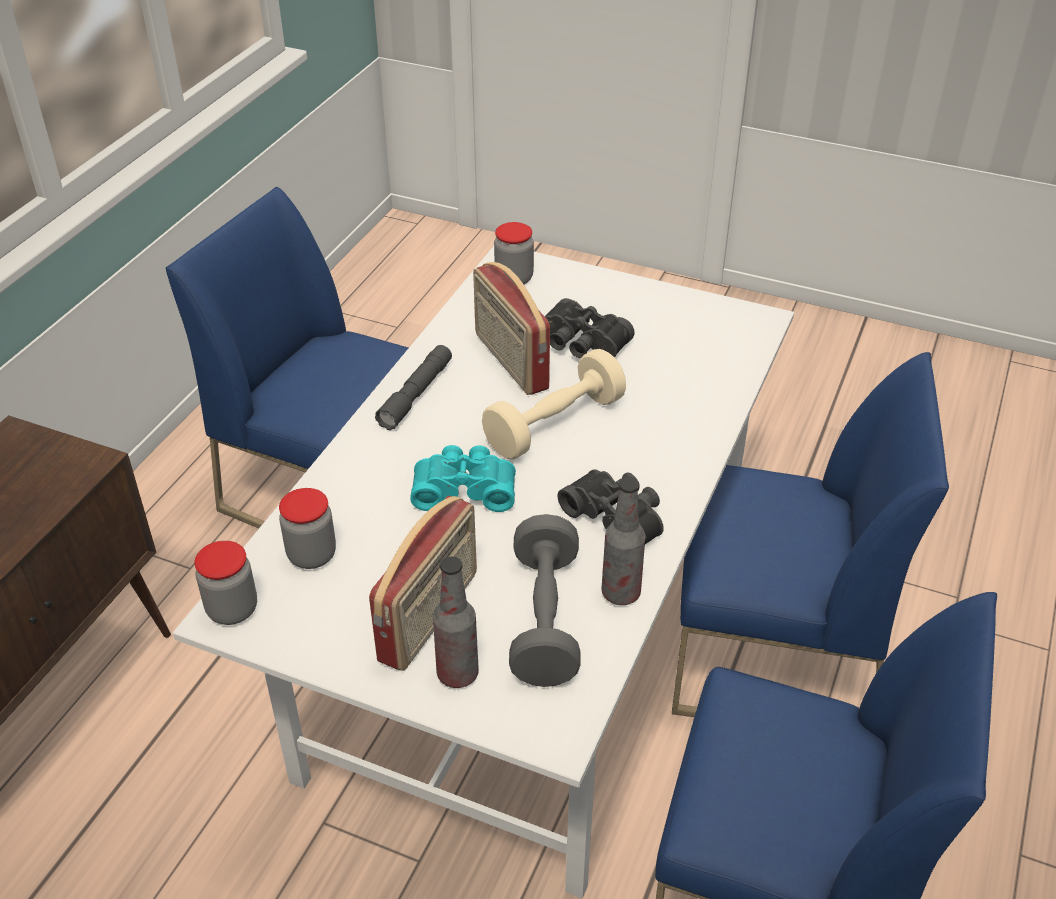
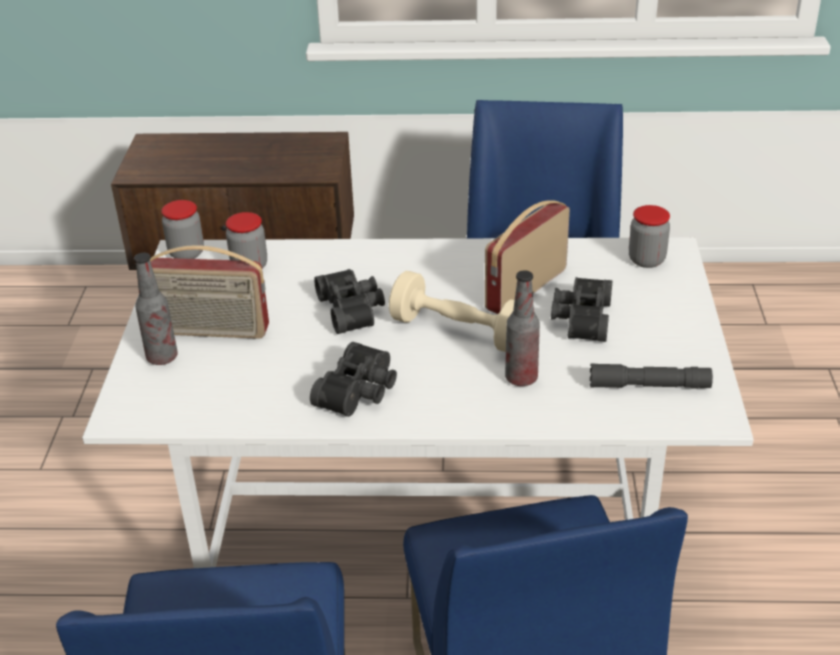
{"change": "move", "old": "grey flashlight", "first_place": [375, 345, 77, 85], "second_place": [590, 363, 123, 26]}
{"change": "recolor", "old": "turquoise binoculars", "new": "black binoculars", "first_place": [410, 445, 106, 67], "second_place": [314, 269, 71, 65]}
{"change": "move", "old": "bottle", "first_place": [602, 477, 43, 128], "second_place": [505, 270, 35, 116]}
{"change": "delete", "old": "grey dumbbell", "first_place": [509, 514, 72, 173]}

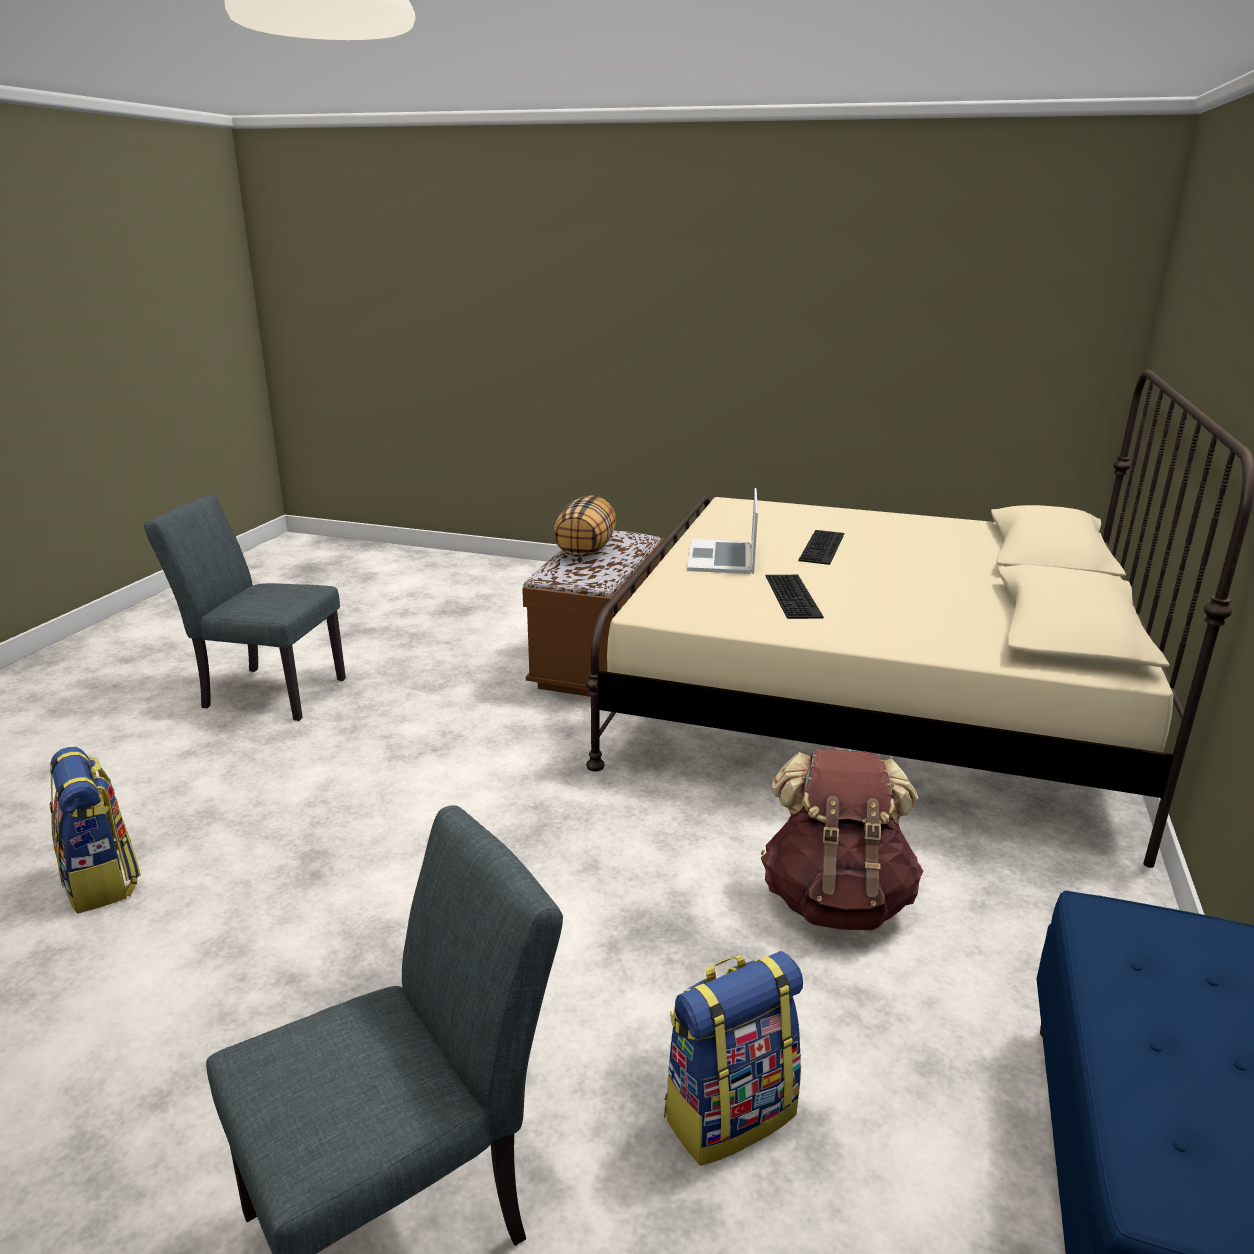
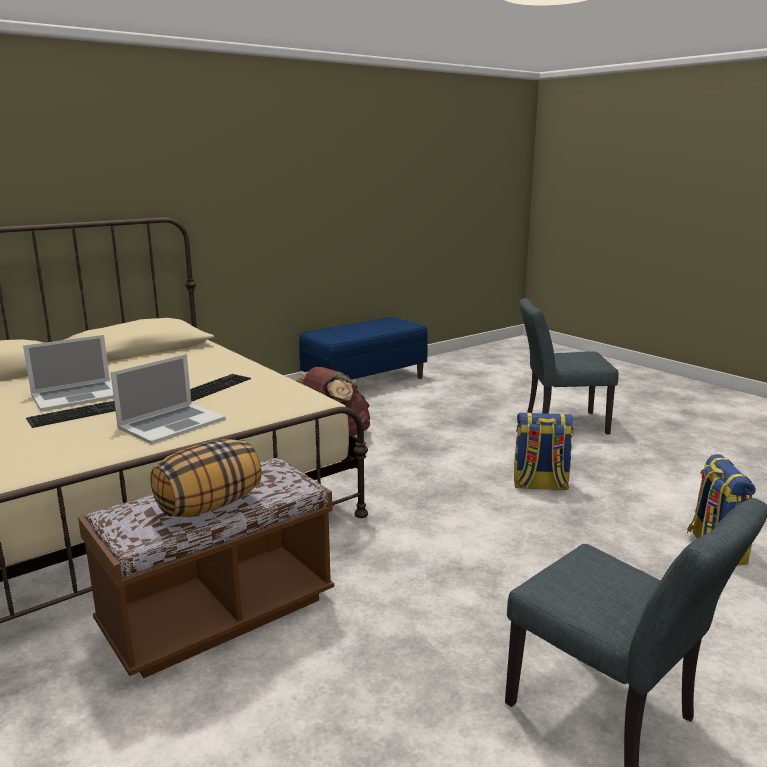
{"change": "move", "old": "backpack", "first_place": [664, 951, 139, 215], "second_place": [514, 413, 60, 77]}
{"change": "insert", "new": "laptop", "second_place": [23, 335, 91, 77]}

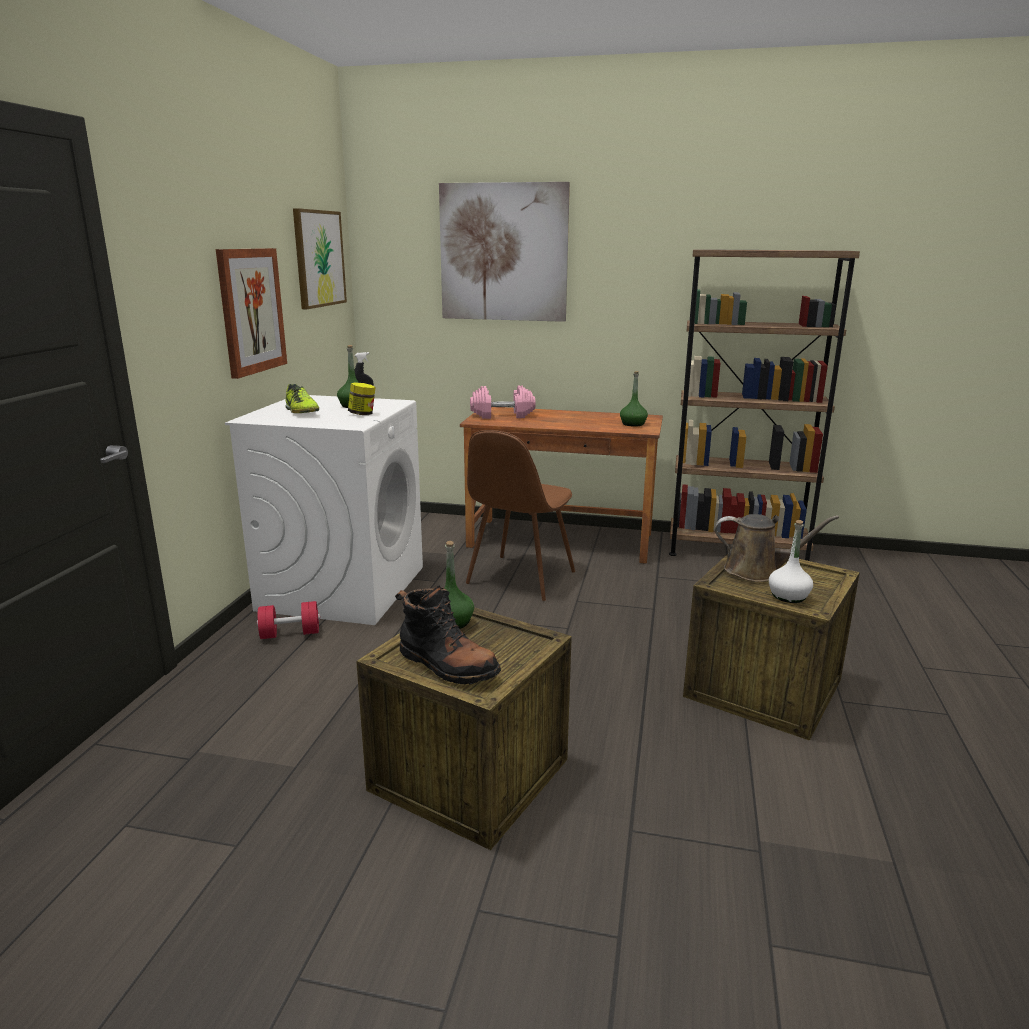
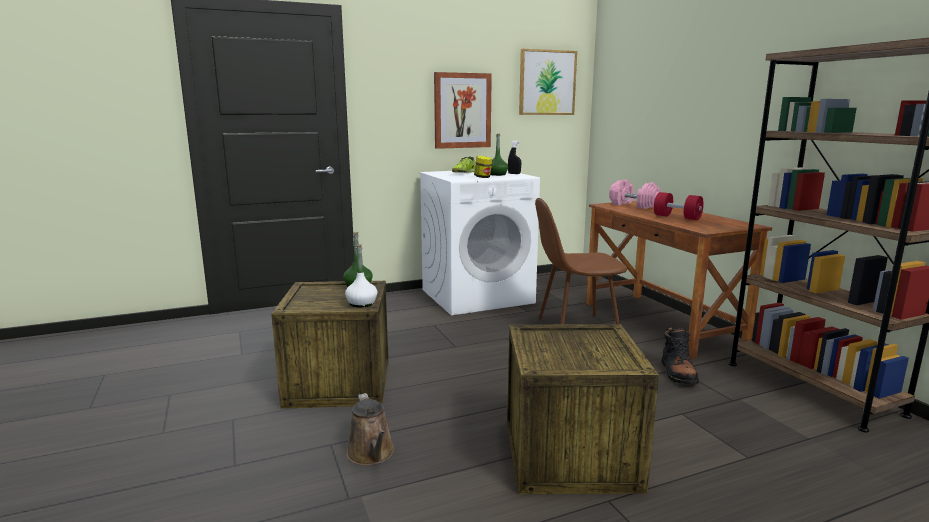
{"change": "delete", "old": "picture", "first_place": [439, 182, 131, 140]}
{"change": "delete", "old": "green bottle", "first_place": [620, 371, 28, 56]}
{"change": "move", "old": "brown watering can", "first_place": [715, 514, 124, 68], "second_place": [346, 393, 48, 73]}
{"change": "move", "old": "white bottle", "first_place": [769, 520, 44, 83], "second_place": [345, 244, 33, 63]}
{"change": "move", "old": "black boot", "first_place": [395, 585, 106, 99], "second_place": [661, 328, 38, 56]}
{"change": "move", "old": "red dumbbell", "first_place": [257, 601, 63, 38], "second_place": [654, 192, 50, 28]}

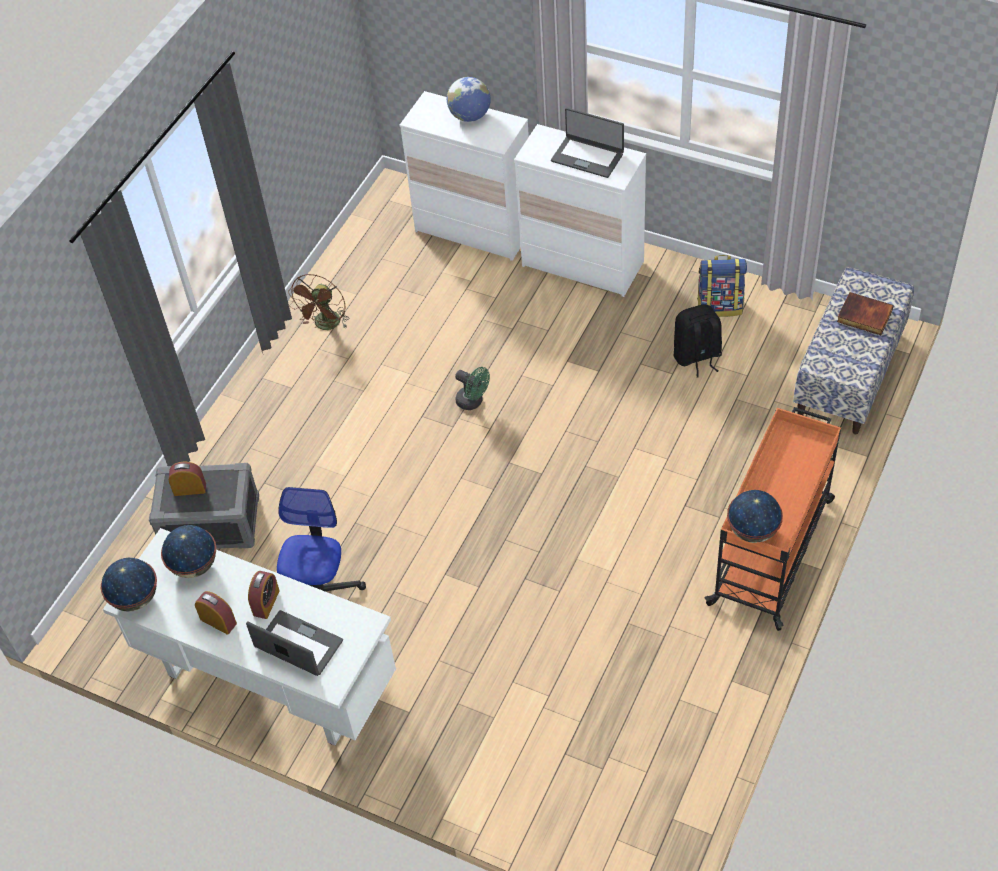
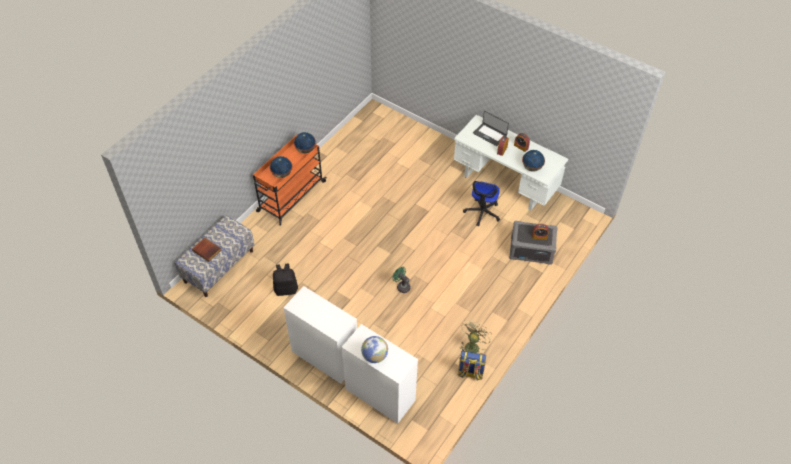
{"change": "delete", "old": "laptop", "first_place": [551, 108, 73, 70]}
{"change": "move", "old": "backpack", "first_place": [697, 255, 50, 62], "second_place": [458, 351, 29, 30]}
{"change": "recolor", "old": "brown fan", "new": "green fan", "first_place": [288, 274, 62, 56], "second_place": [460, 320, 32, 33]}
{"change": "move", "old": "globe", "first_place": [101, 558, 56, 54], "second_place": [270, 156, 22, 22]}

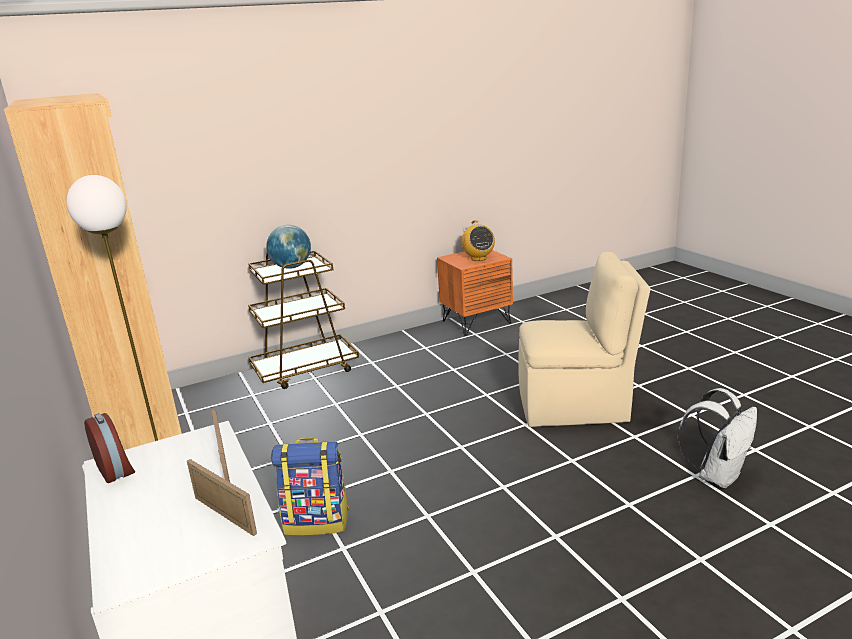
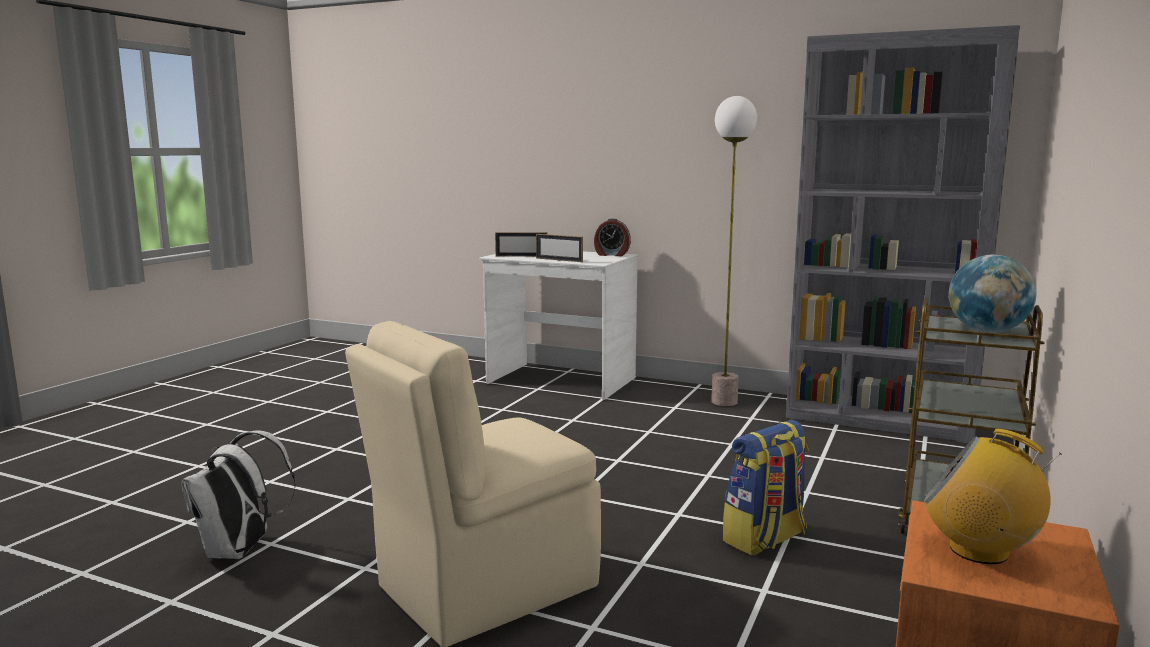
{"change": "recolor", "old": "brown bookcase", "new": "grey bookcase", "first_place": [4, 93, 178, 357], "second_place": [786, 25, 234, 418]}
{"change": "move", "old": "backpack", "first_place": [271, 438, 78, 97], "second_place": [723, 420, 85, 136]}

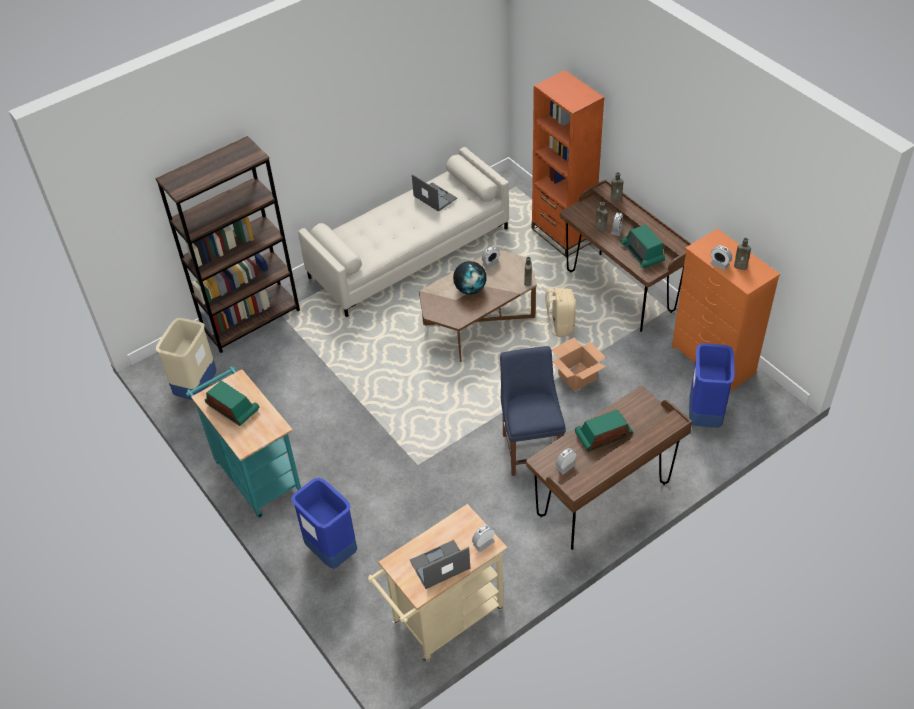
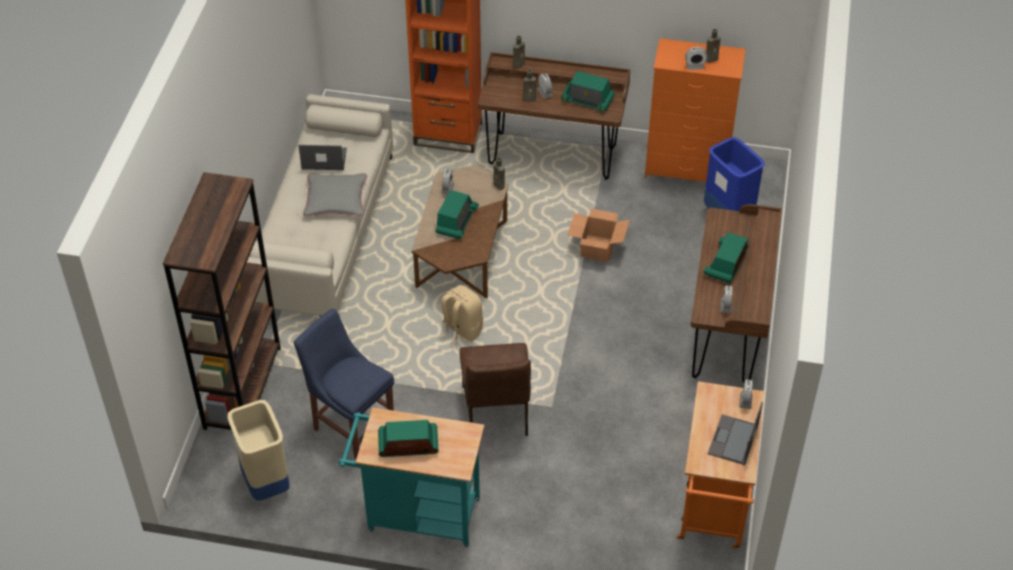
{"change": "replace", "old": "globe", "new": "radio", "first_place": [453, 261, 33, 34], "second_place": [435, 190, 43, 49]}
{"change": "move", "old": "beige backpack", "first_place": [539, 288, 37, 49], "second_place": [438, 285, 45, 62]}
{"change": "move", "old": "blue chair", "first_place": [500, 346, 66, 130], "second_place": [294, 309, 100, 150]}
{"change": "delete", "old": "blue trash can", "first_place": [291, 477, 66, 92]}
{"change": "recolor", "old": "beige cart", "new": "orange cart", "first_place": [368, 504, 139, 158], "second_place": [677, 381, 88, 168]}
{"change": "insert", "new": "grey pillow", "second_place": [303, 173, 64, 43]}
{"change": "insert", "new": "brown chair", "second_place": [460, 343, 71, 93]}

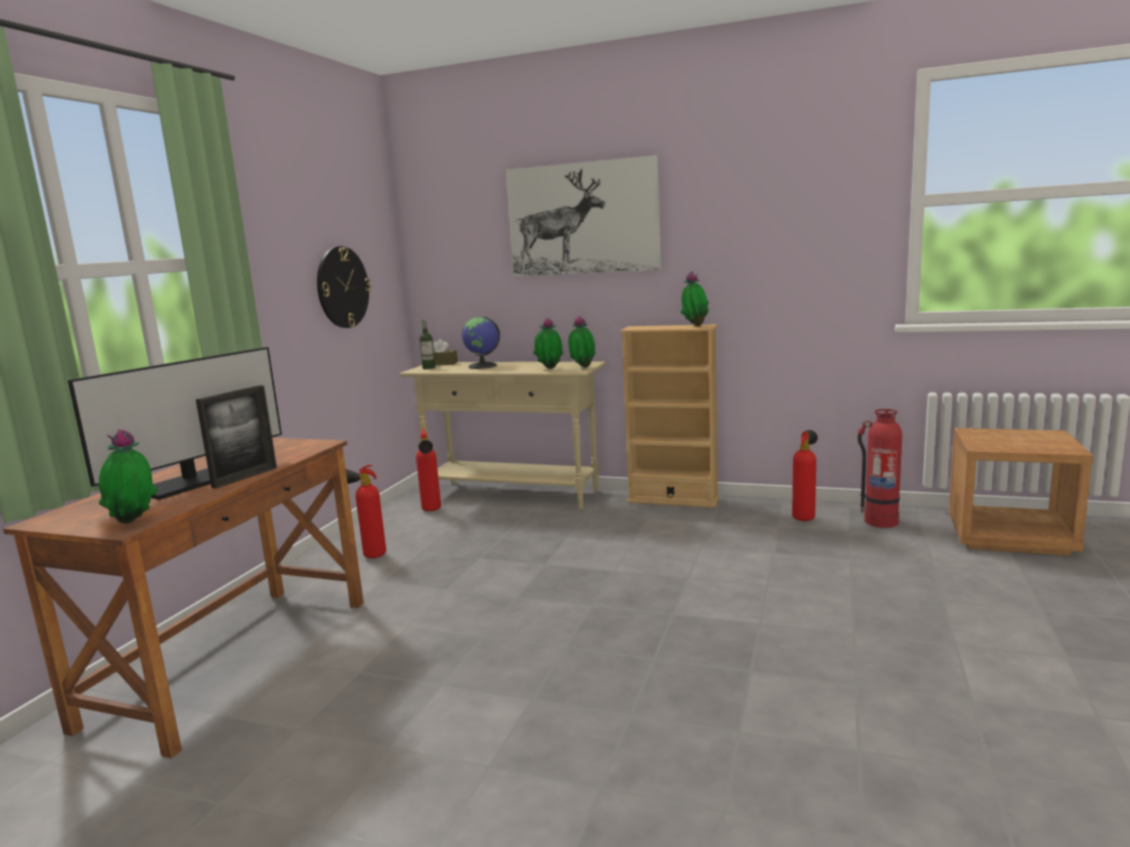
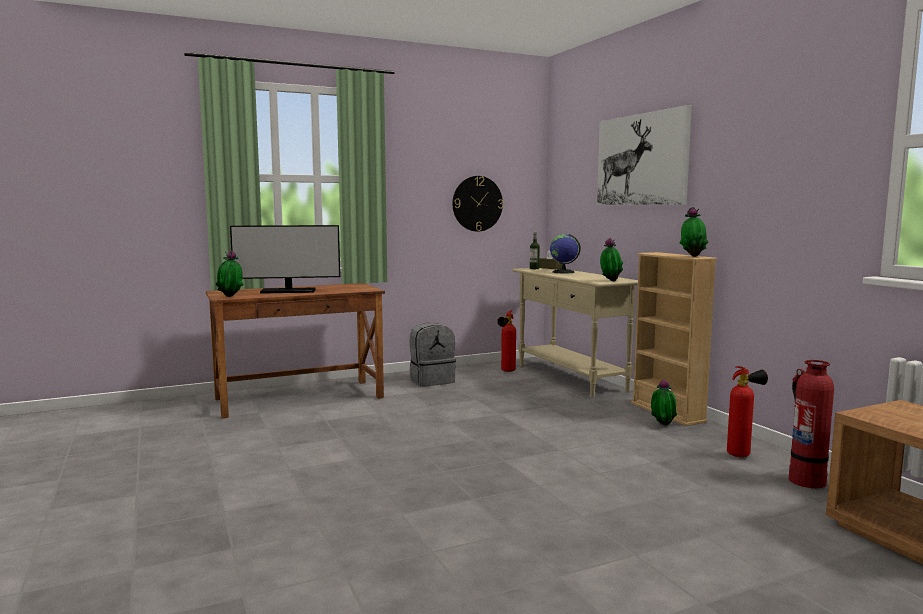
{"change": "move", "old": "potted plant", "first_place": [533, 318, 30, 51], "second_place": [651, 379, 26, 46]}
{"change": "delete", "old": "picture frame", "first_place": [196, 385, 81, 104]}
{"change": "replace", "old": "fire extinguisher", "new": "grey backpack", "first_place": [346, 465, 40, 93], "second_place": [410, 323, 46, 64]}

